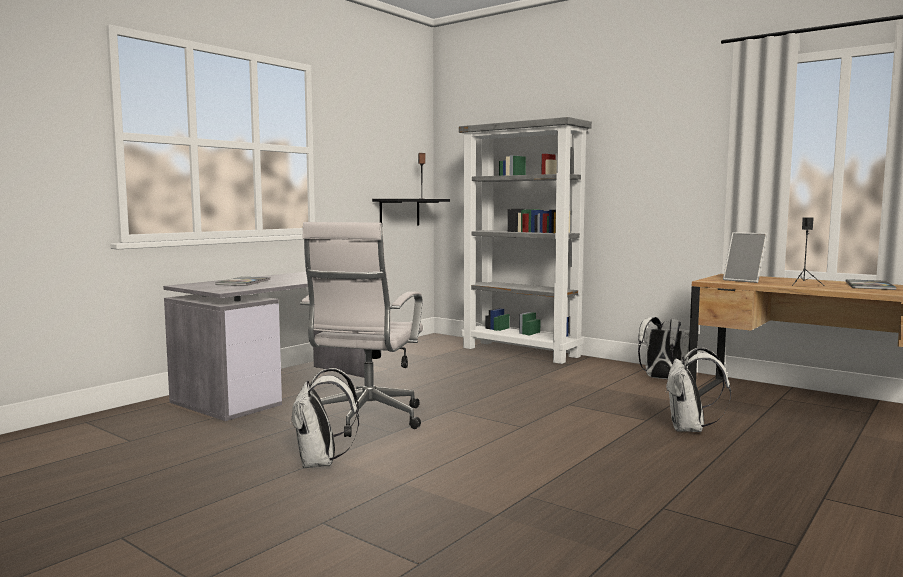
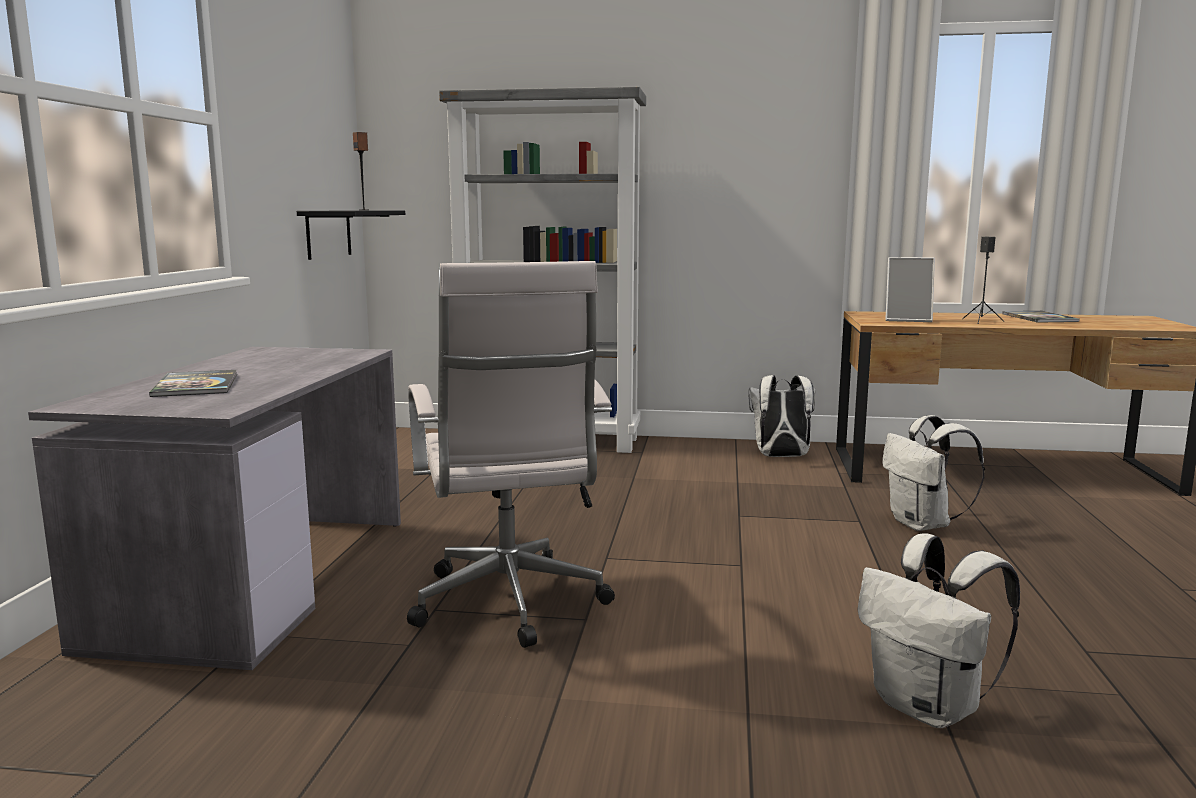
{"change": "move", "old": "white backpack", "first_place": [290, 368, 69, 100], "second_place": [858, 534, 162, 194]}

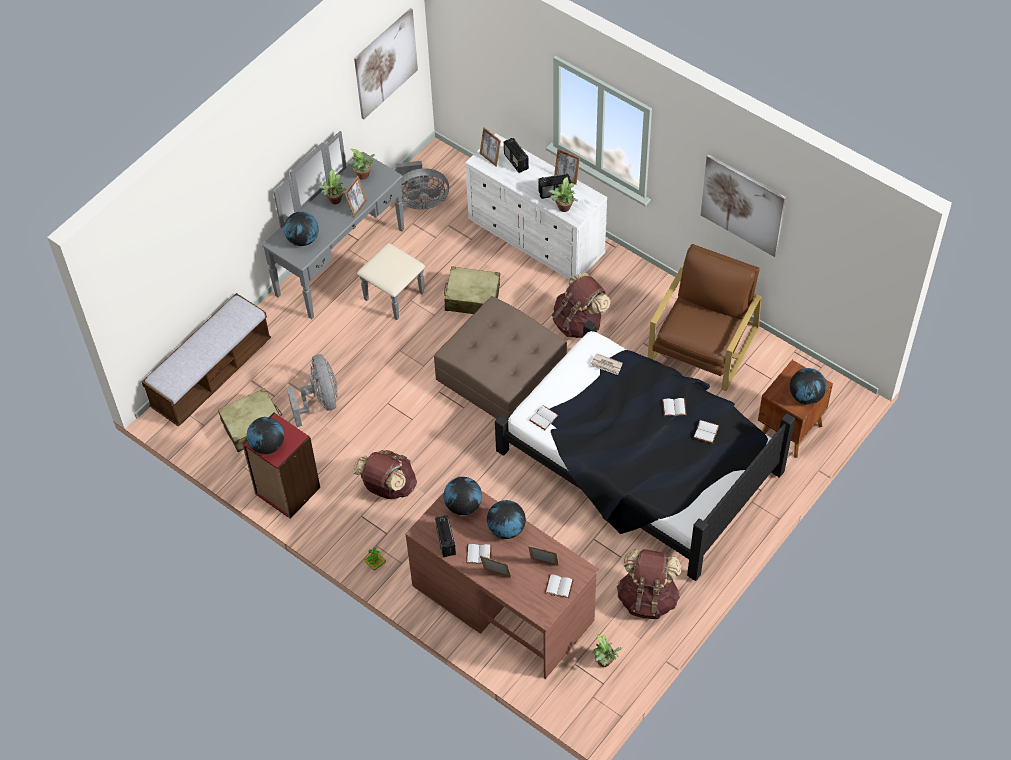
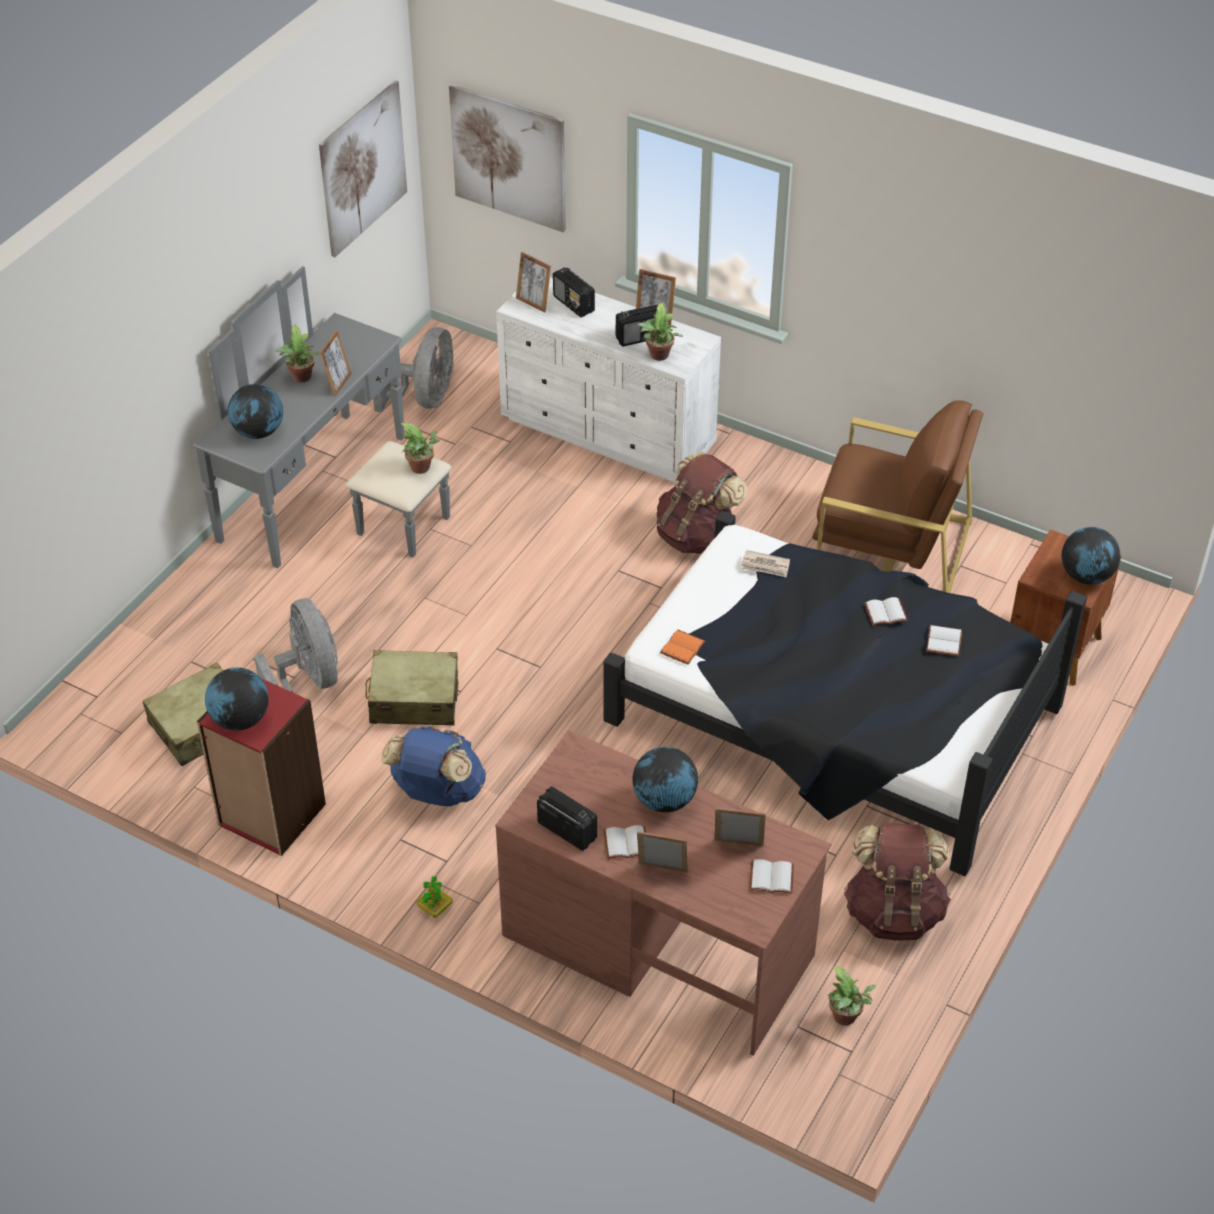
{"change": "move", "old": "potted plant", "first_place": [351, 149, 24, 31], "second_place": [400, 423, 40, 51]}
{"change": "move", "old": "picture", "first_place": [701, 155, 85, 102], "second_place": [449, 84, 117, 149]}
{"change": "rotate", "old": "grey fan", "first_place": [395, 161, 54, 48], "second_place": [373, 327, 81, 85], "degrees": -60}
{"change": "rotate", "old": "brown armchair", "first_place": [648, 244, 113, 148], "second_place": [812, 400, 171, 193], "degrees": 90}
{"change": "move", "old": "beige suitcase", "first_place": [444, 266, 56, 48], "second_place": [366, 650, 93, 76]}
{"change": "delete", "old": "bench", "first_place": [142, 293, 129, 134]}
{"change": "delete", "old": "brown ottoman", "first_place": [434, 296, 133, 123]}
{"change": "recolor", "old": "white book", "new": "orange book", "first_place": [529, 405, 30, 25], "second_place": [660, 629, 46, 36]}
{"change": "recolor", "old": "brown backpack", "new": "blue backpack", "first_place": [352, 450, 65, 49], "second_place": [381, 725, 105, 81]}
{"change": "delete", "old": "globe", "first_place": [444, 477, 38, 38]}
{"change": "rotate", "old": "radio", "first_place": [435, 515, 21, 42], "second_place": [537, 786, 60, 65], "degrees": 150}

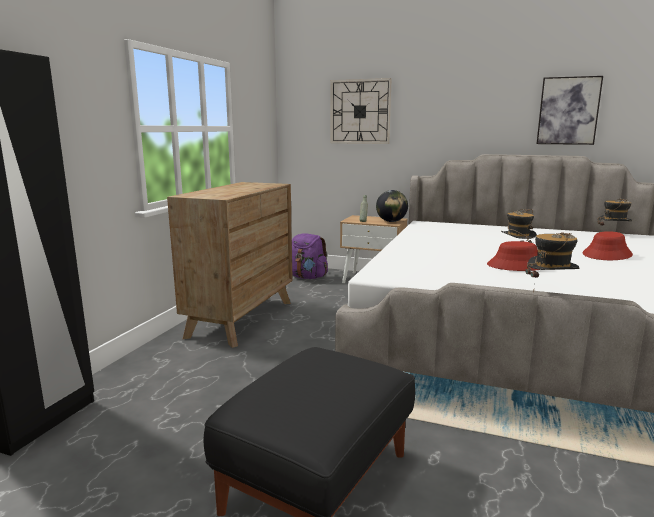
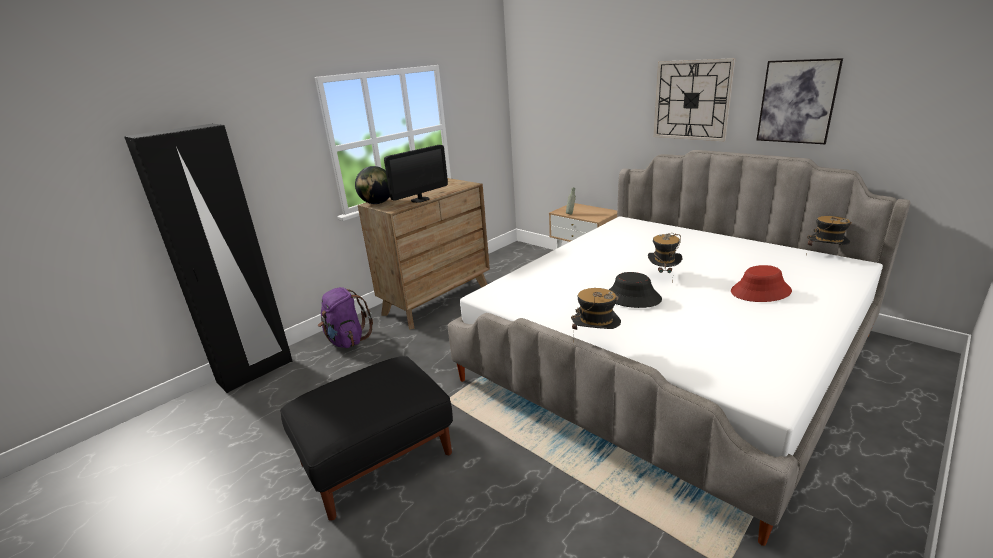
{"change": "move", "old": "wall clock", "first_place": [330, 78, 62, 66], "second_place": [654, 58, 82, 83]}
{"change": "move", "old": "globe", "first_place": [376, 190, 32, 32], "second_place": [355, 166, 35, 38]}
{"change": "move", "old": "purple backpack", "first_place": [292, 233, 36, 46], "second_place": [318, 287, 55, 61]}
{"change": "recolor", "old": "red hat", "new": "black hat", "first_place": [487, 241, 52, 30], "second_place": [609, 272, 53, 36]}
{"change": "insert", "new": "monitor", "second_place": [384, 145, 64, 58]}

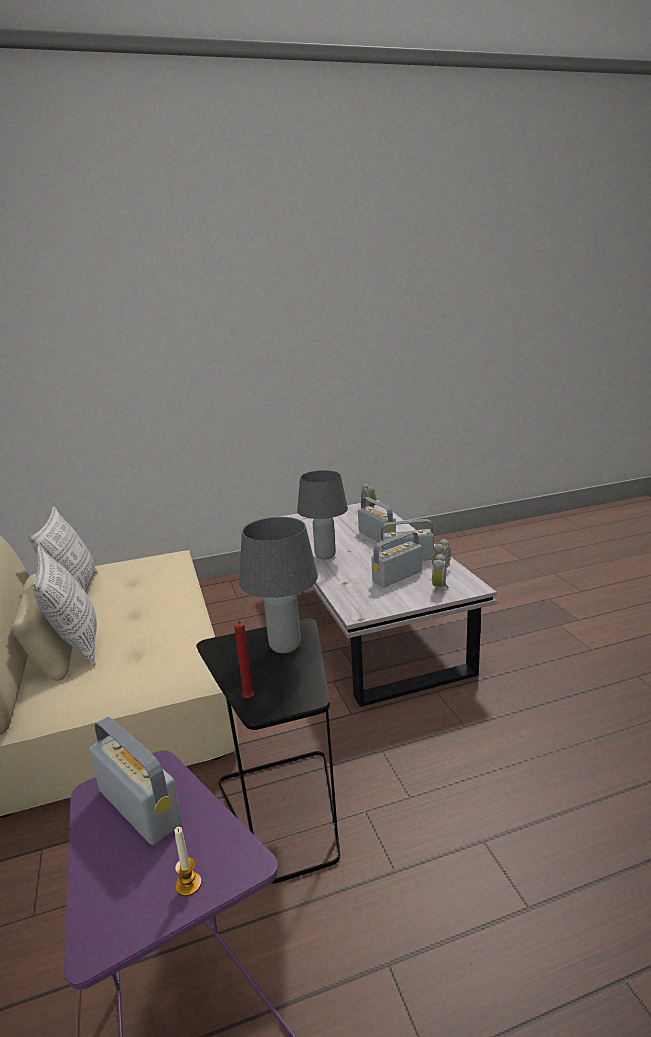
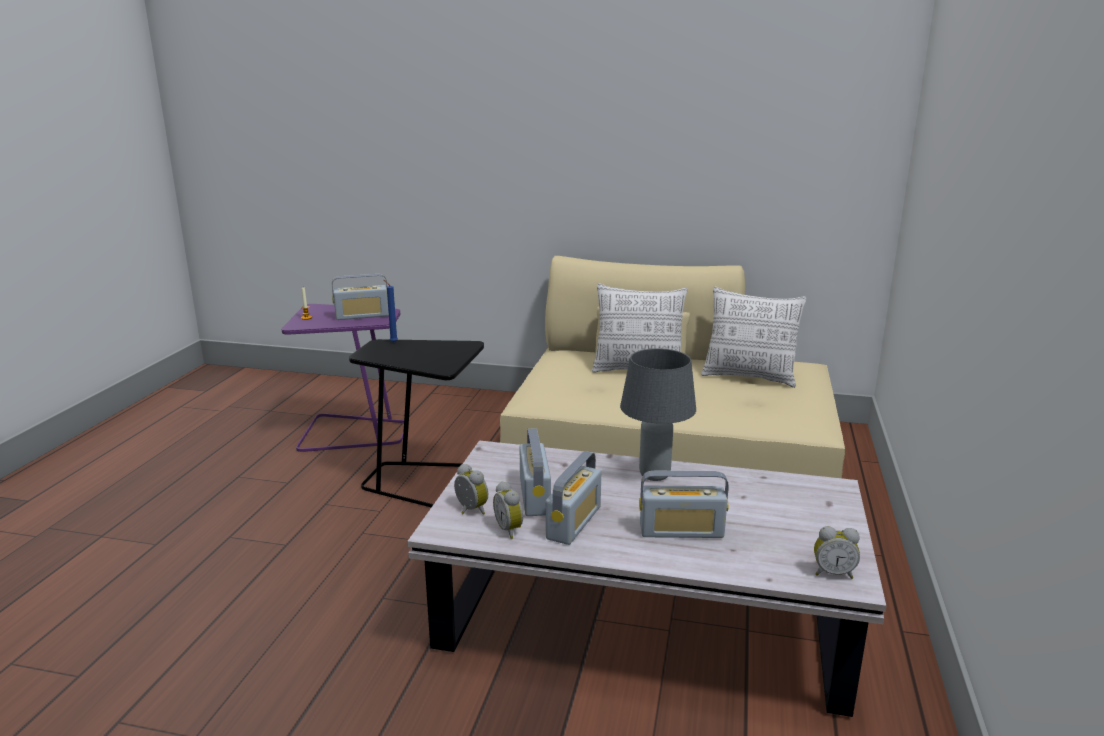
{"change": "delete", "old": "grey table lamp", "first_place": [239, 517, 79, 136]}
{"change": "recolor", "old": "red candle", "new": "blue candle", "first_place": [234, 620, 20, 79], "second_place": [384, 280, 14, 62]}

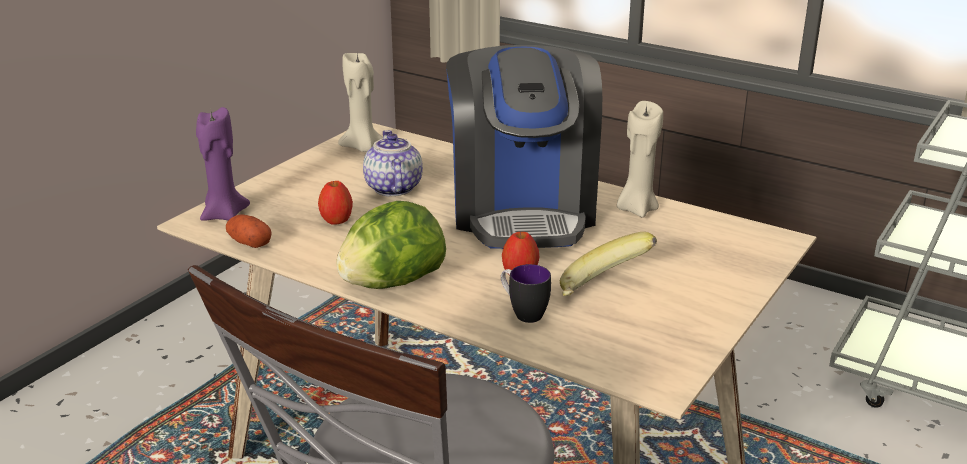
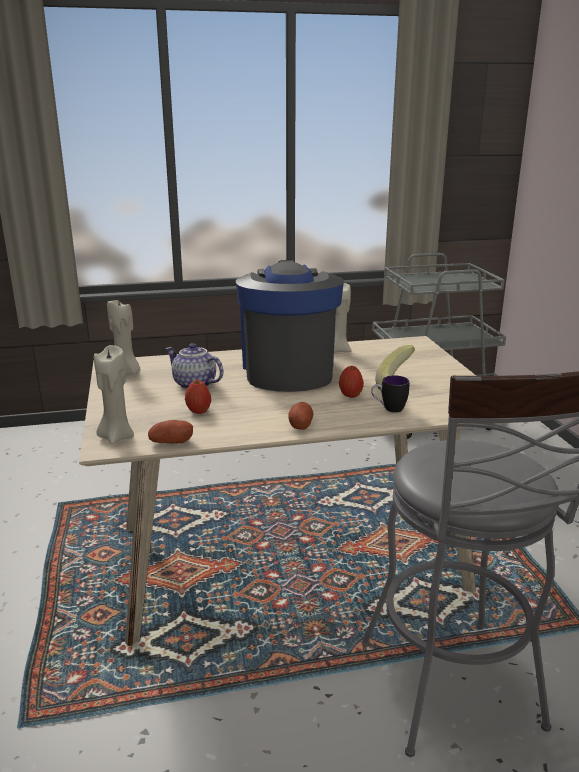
{"change": "rotate", "old": "coffee machine", "first_place": [446, 45, 156, 204], "second_place": [236, 260, 108, 132], "degrees": -135}
{"change": "recolor", "old": "purple candle", "new": "beige candle", "first_place": [196, 107, 54, 114], "second_place": [94, 345, 40, 99]}
{"change": "replace", "old": "lettuce", "new": "potato", "first_place": [336, 201, 110, 88], "second_place": [288, 402, 25, 28]}

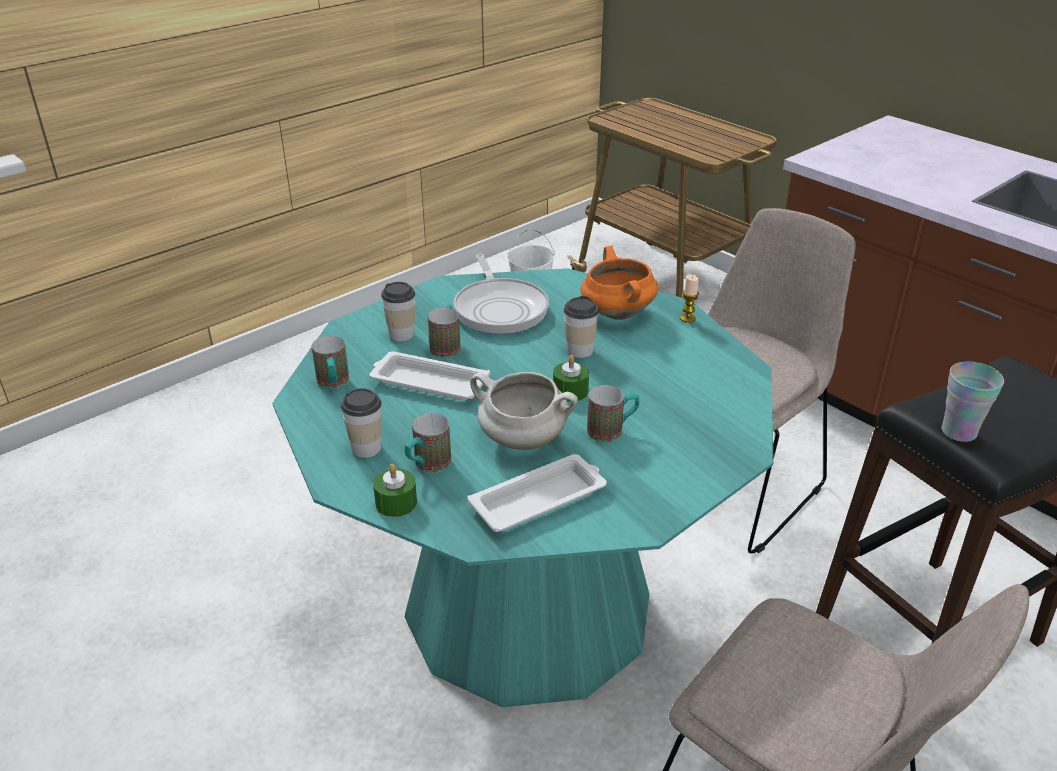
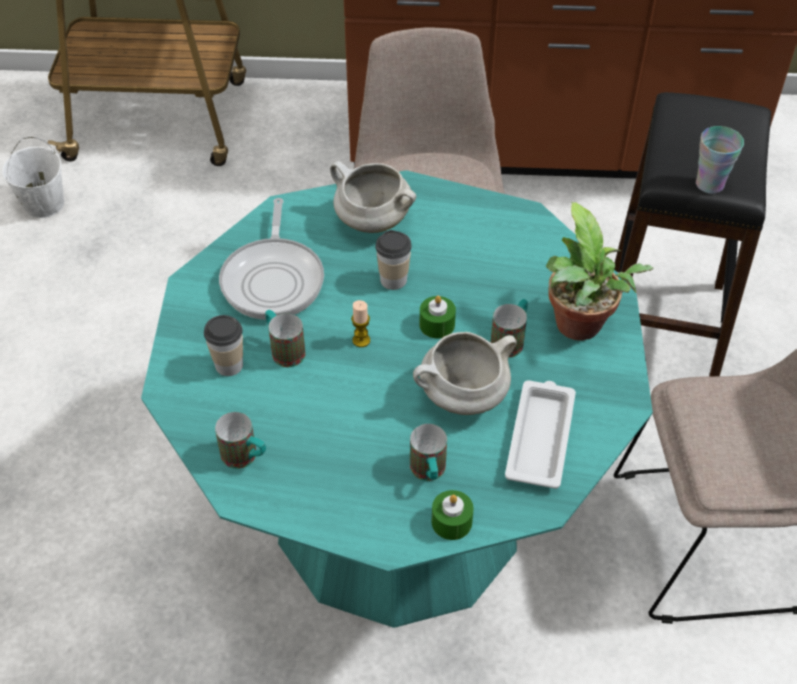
{"change": "recolor", "old": "orange cooking pot", "new": "white cooking pot", "first_place": [581, 246, 77, 74], "second_place": [330, 161, 86, 72]}
{"change": "rotate", "old": "frying pan", "first_place": [453, 254, 96, 80], "second_place": [219, 198, 105, 122], "degrees": 60}
{"change": "move", "old": "candle", "first_place": [680, 274, 19, 49], "second_place": [351, 300, 19, 47]}
{"change": "delete", "old": "white tray", "first_place": [369, 351, 121, 49]}
{"change": "delete", "old": "cup", "first_place": [341, 388, 41, 70]}
{"change": "insert", "new": "potted plant", "second_place": [546, 201, 108, 140]}

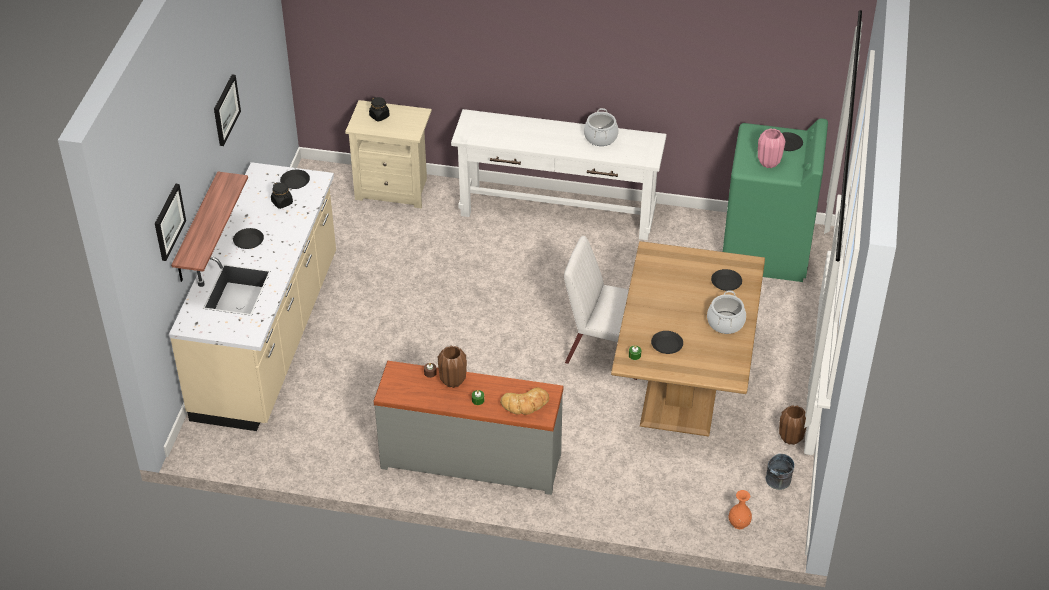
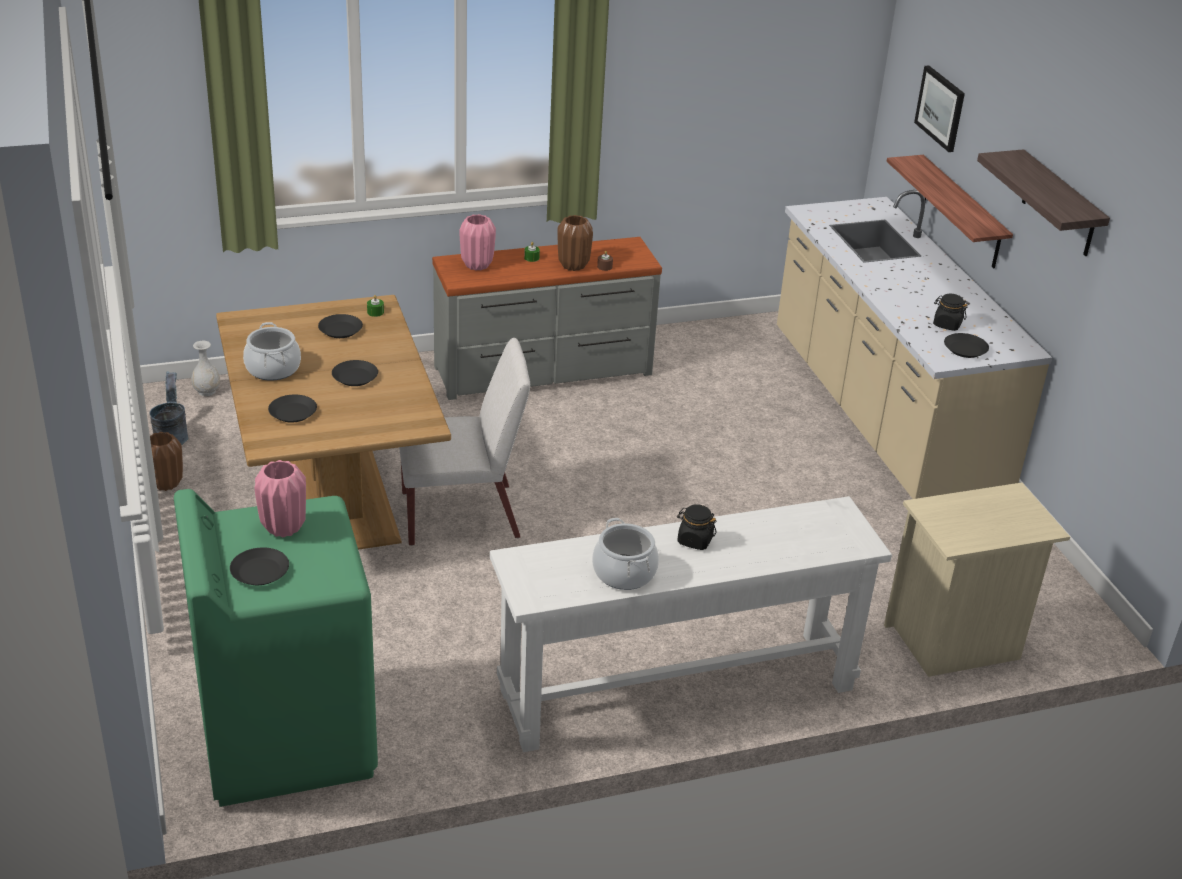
{"change": "replace", "old": "picture", "new": "shelf", "first_place": [214, 75, 27, 71], "second_place": [977, 149, 133, 107]}
{"change": "move", "old": "black jar", "first_place": [369, 97, 21, 25], "second_place": [677, 504, 40, 46]}
{"change": "move", "old": "black plate", "first_place": [233, 228, 31, 21], "second_place": [332, 360, 46, 26]}
{"change": "replace", "old": "bread", "new": "pink vase", "first_place": [500, 387, 49, 28], "second_place": [460, 214, 36, 57]}
{"change": "recolor", "old": "orange vase", "new": "white vase", "first_place": [729, 490, 23, 39], "second_place": [191, 341, 29, 55]}

